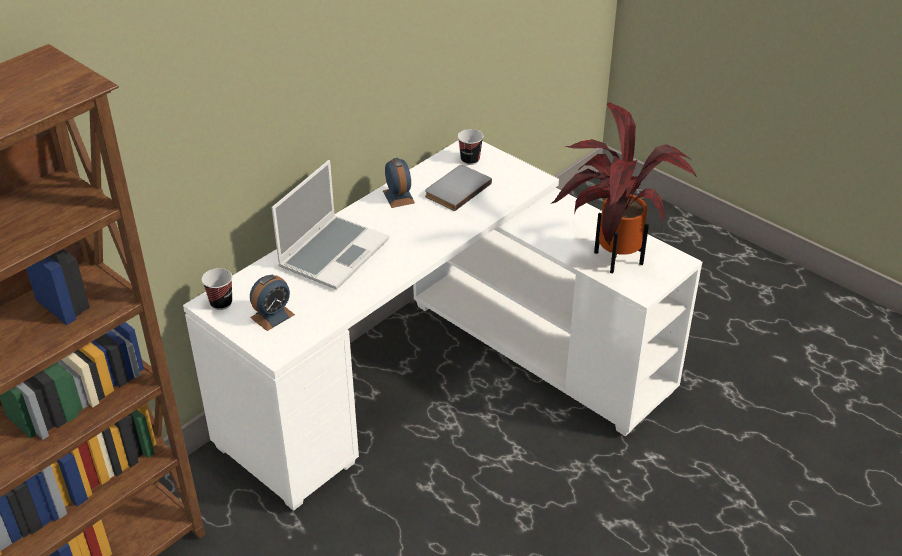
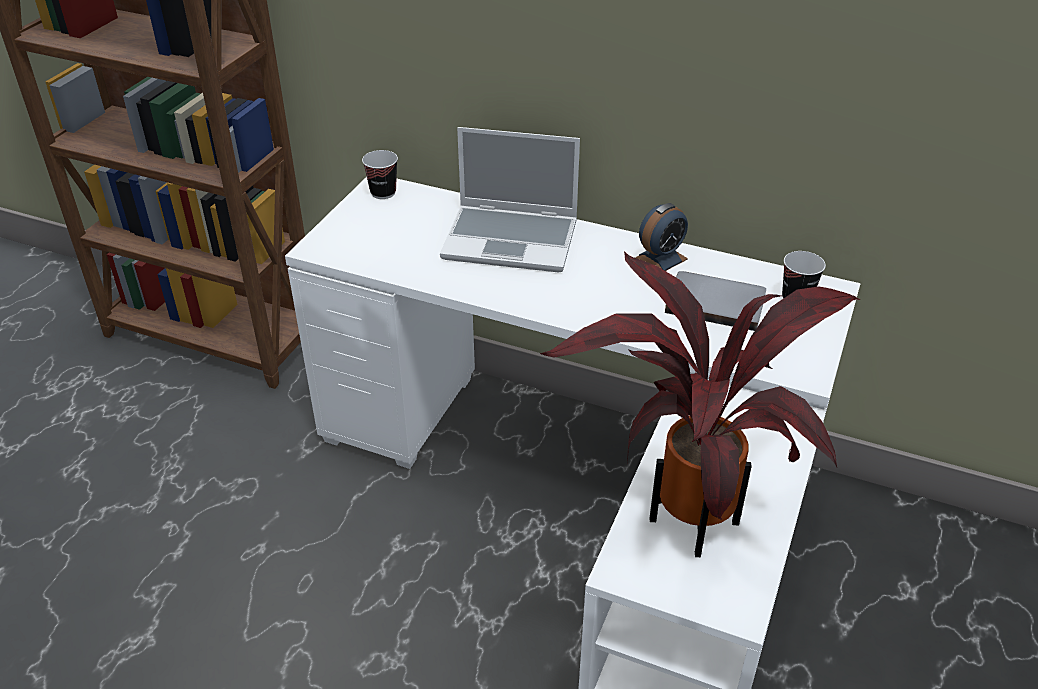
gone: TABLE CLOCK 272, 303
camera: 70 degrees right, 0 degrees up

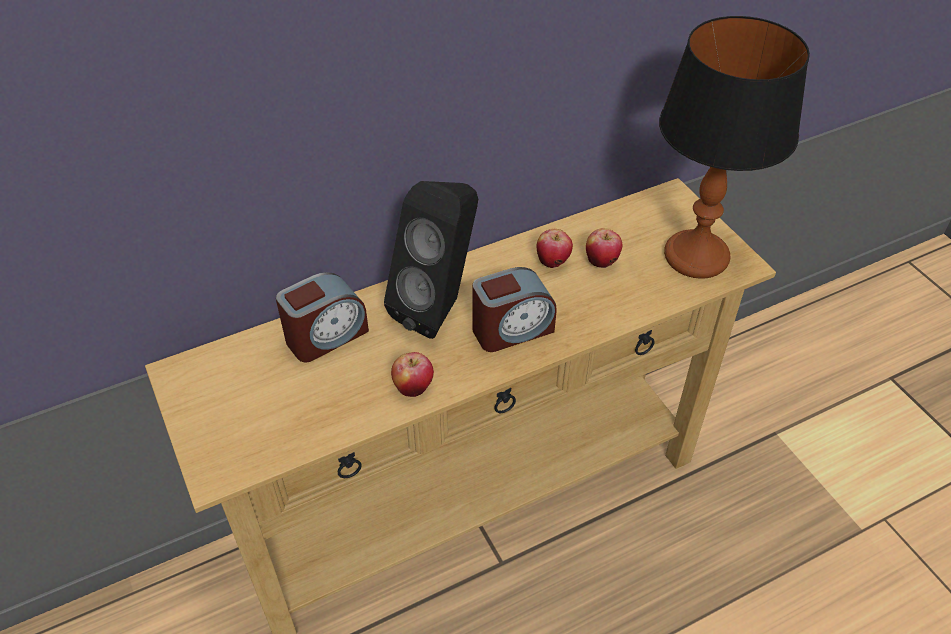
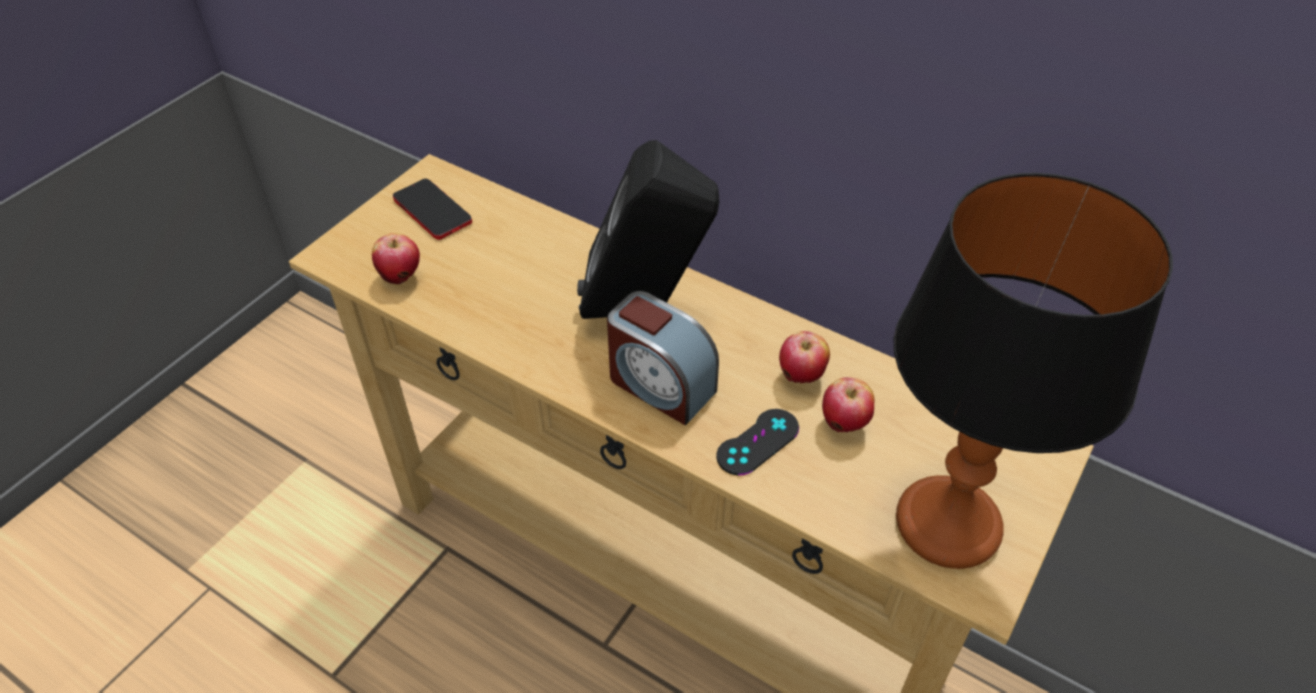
gone: TABLE CLOCK 322, 317
new: HANDSET 432, 209; BLACKISH JOYPAD 757, 442
shifted: APPLE 412, 374 to 396, 258
camera: 60 degrees right, 0 degrees up

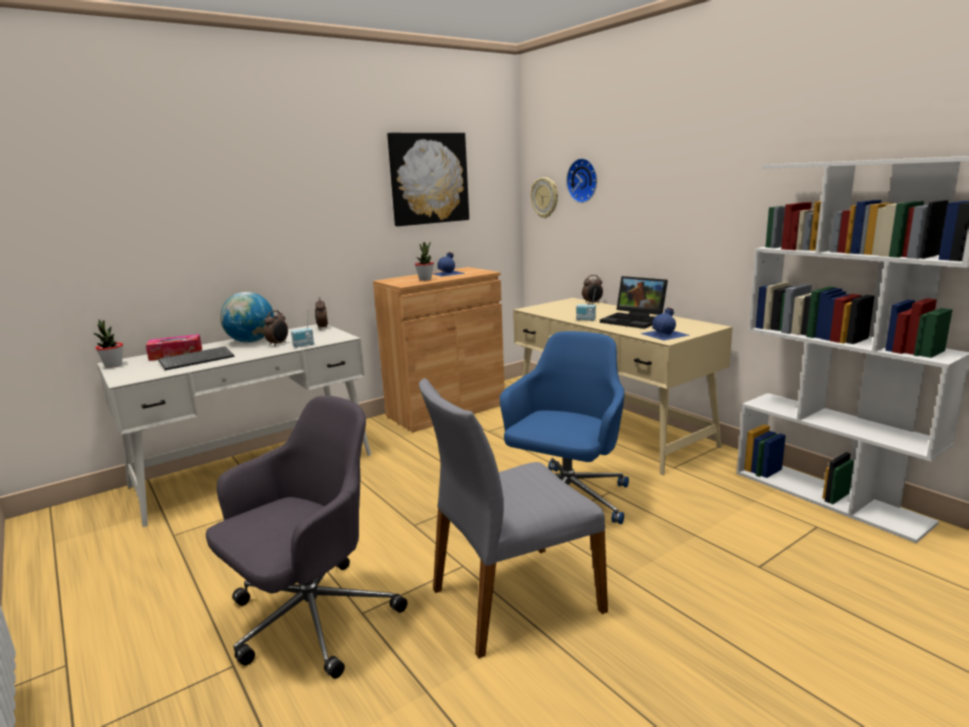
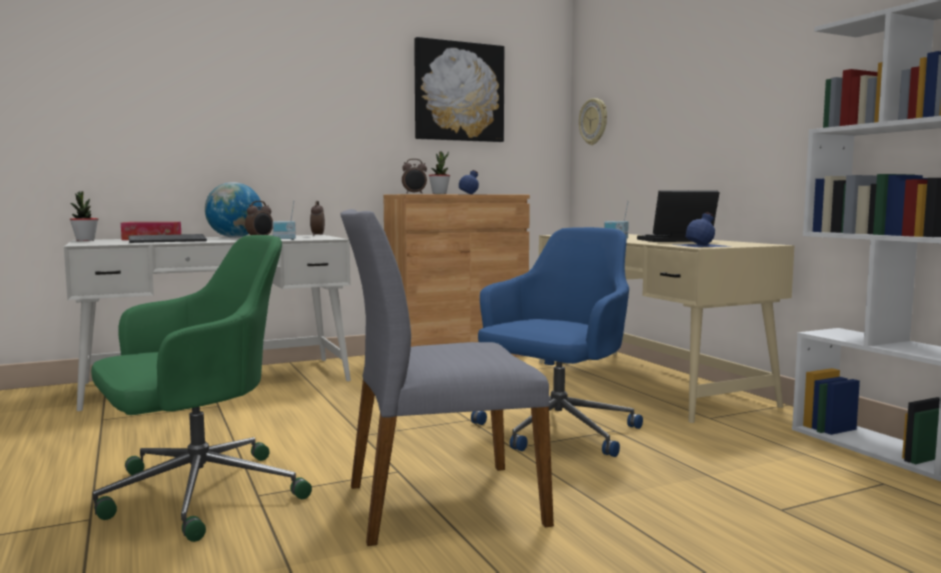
gone: CLOCK ON THE WALL 581, 180
shifted: TABLE CLOCK 592, 289 to 414, 176
repainted: GREYISH DESK CHAIR 307, 537 to GREEN DESK CHAIR 201, 388
rotated: NOTEBOOK COMPUTER 634, 302 = 678, 216 120 degrees clockwise
camera: 10 degrees right, 10 degrees down

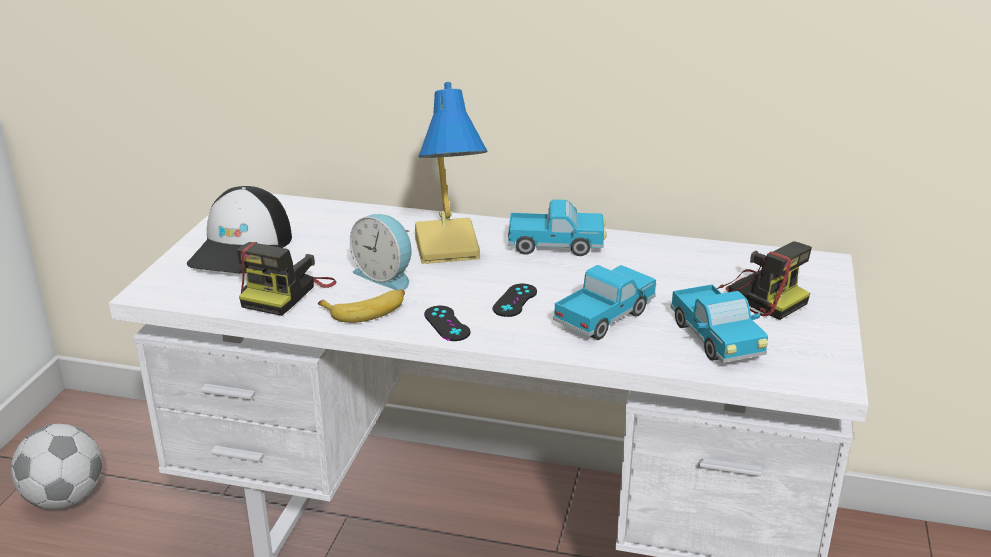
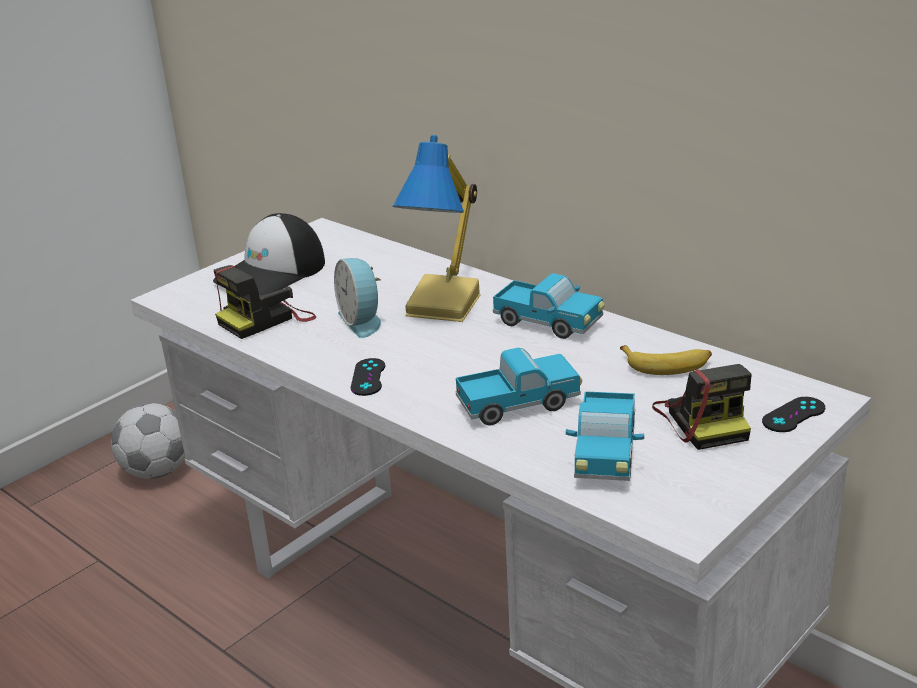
shifted: WHOLE BANANA 361, 306 to 666, 360; BLACKISH JOYPAD 515, 300 to 793, 414
camera: 30 degrees right, 0 degrees up

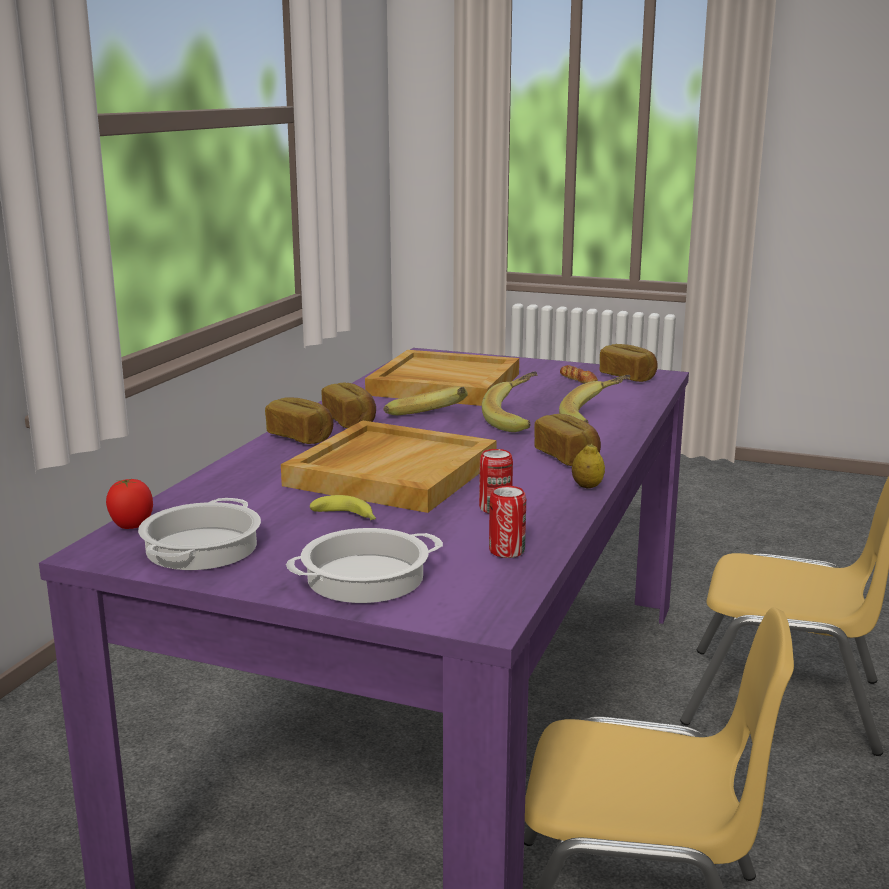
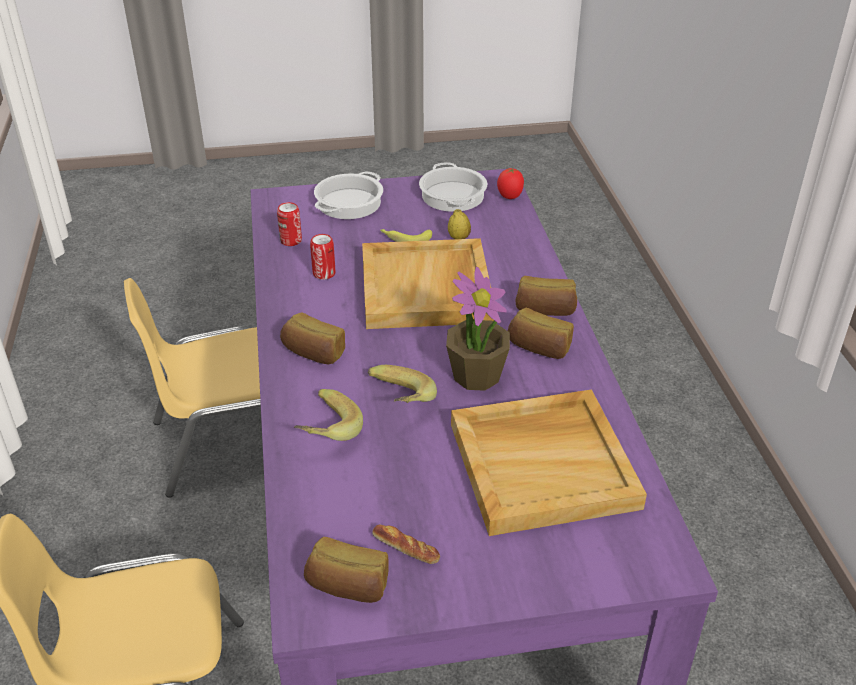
shifted: CITRUS FRUIT 588, 466 to 459, 224
swapped: WHOLE BANANA 425, 400 to HOUSEPLANT 478, 329
camera: 150 degrees right, 20 degrees up

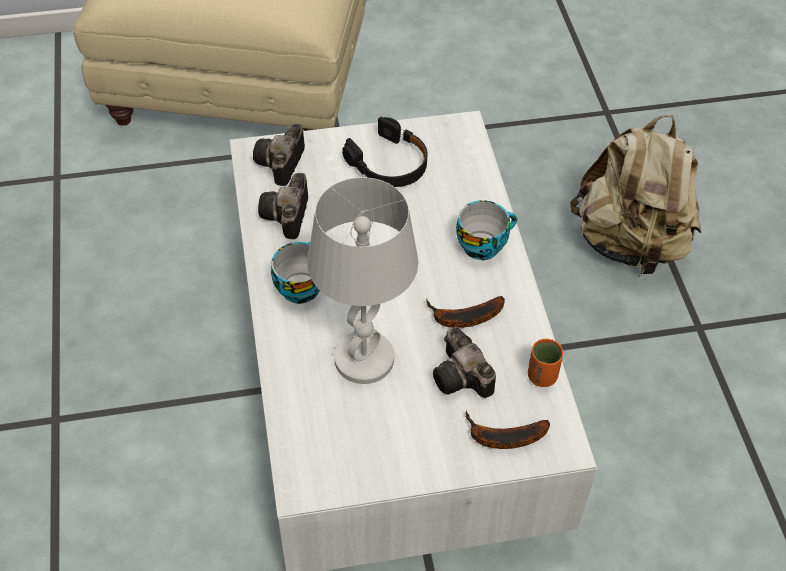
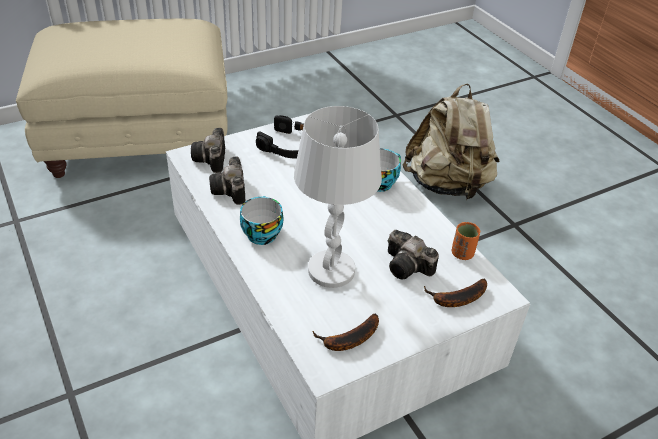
shifted: WHOLE BANANA 465, 312 to 346, 332
camera: 20 degrees left, 10 degrees down

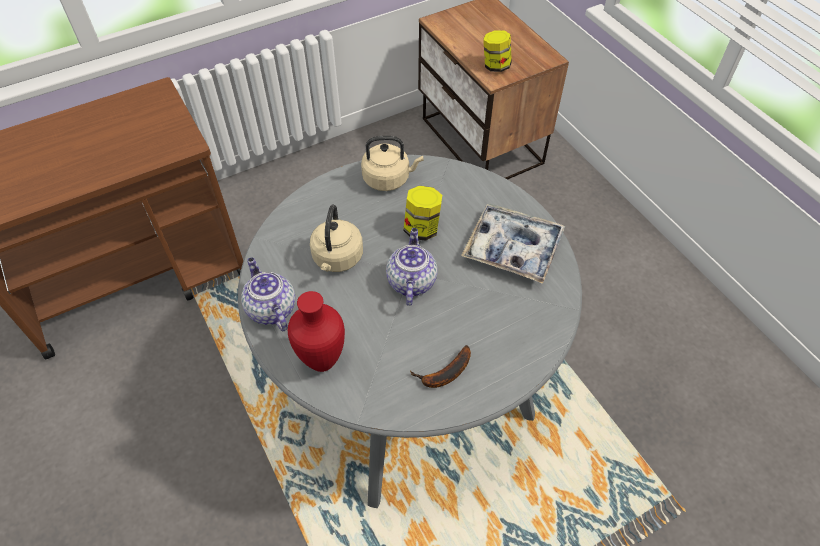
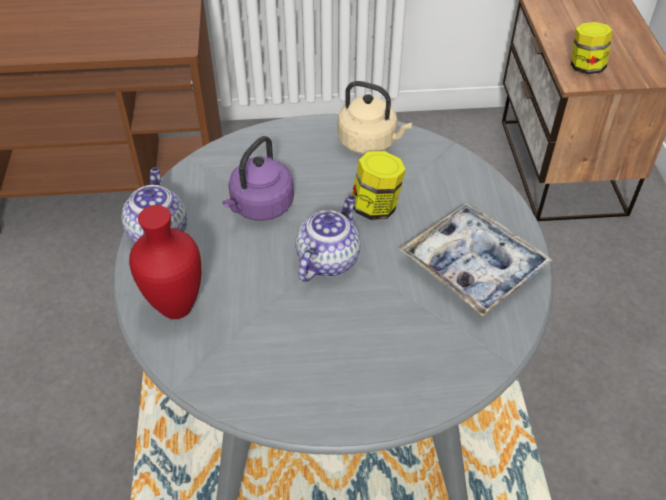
gone: WHOLE BANANA 440, 366
repainted: BEIGE TEA KETTLE 336, 238 to PURPLE-COLOURED TEA KETTLE 258, 178
camera: 25 degrees right, 5 degrees down

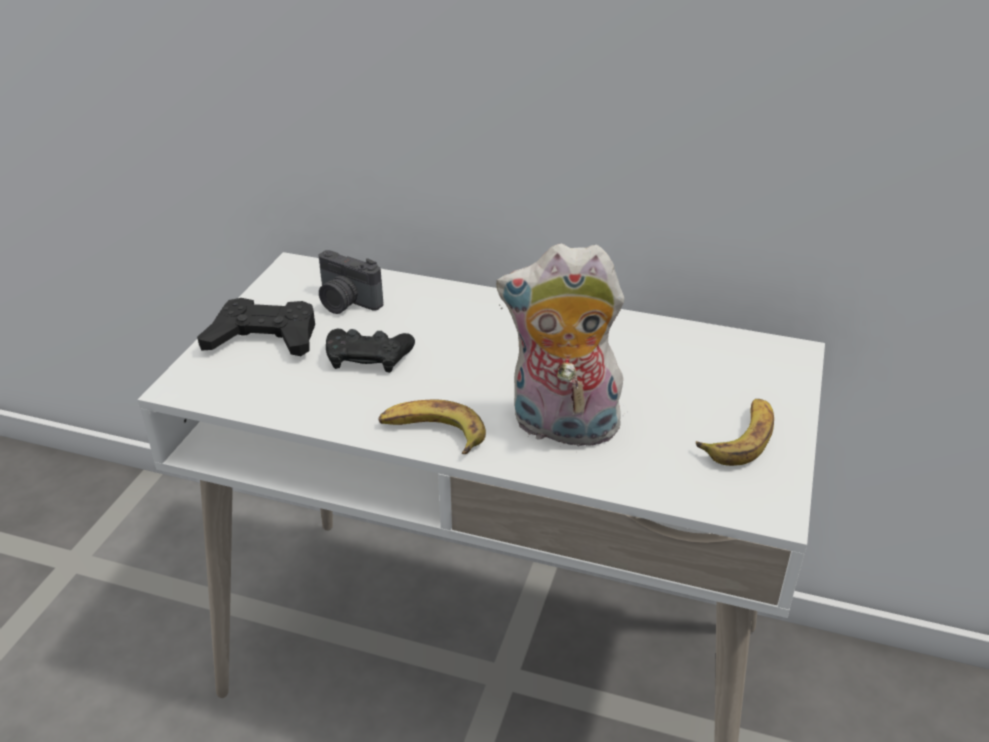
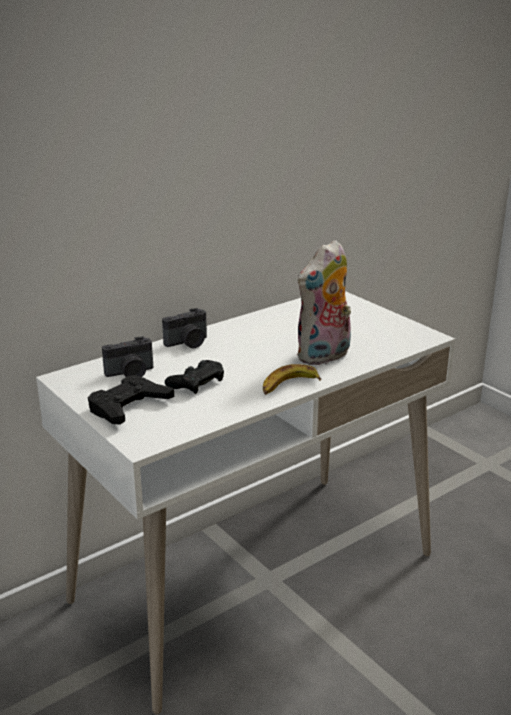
gone: WHOLE BANANA 735, 432
new: PHOTO CAMERA 184, 328
camera: 55 degrees left, 10 degrees down

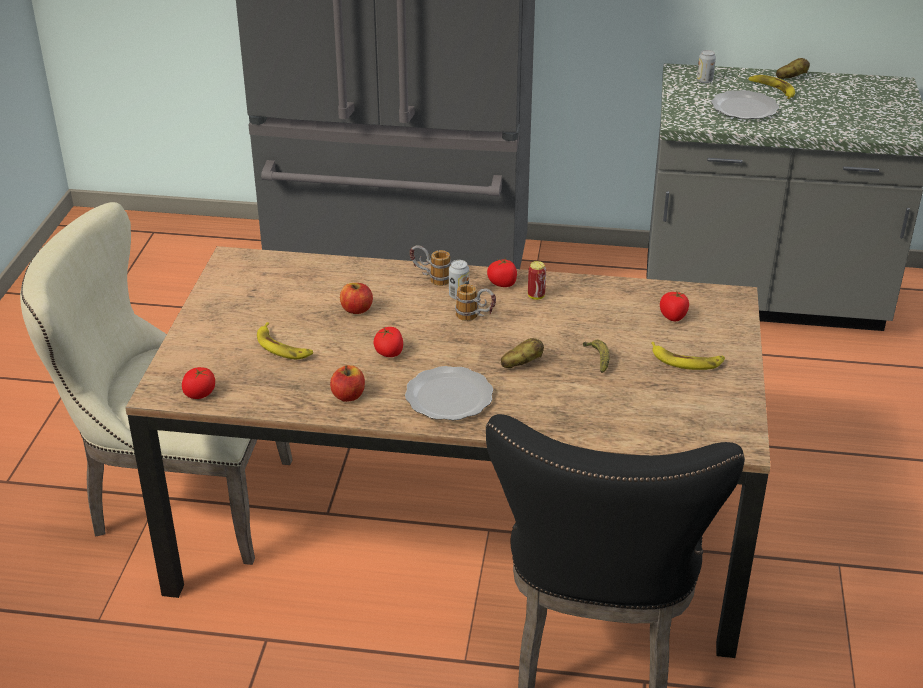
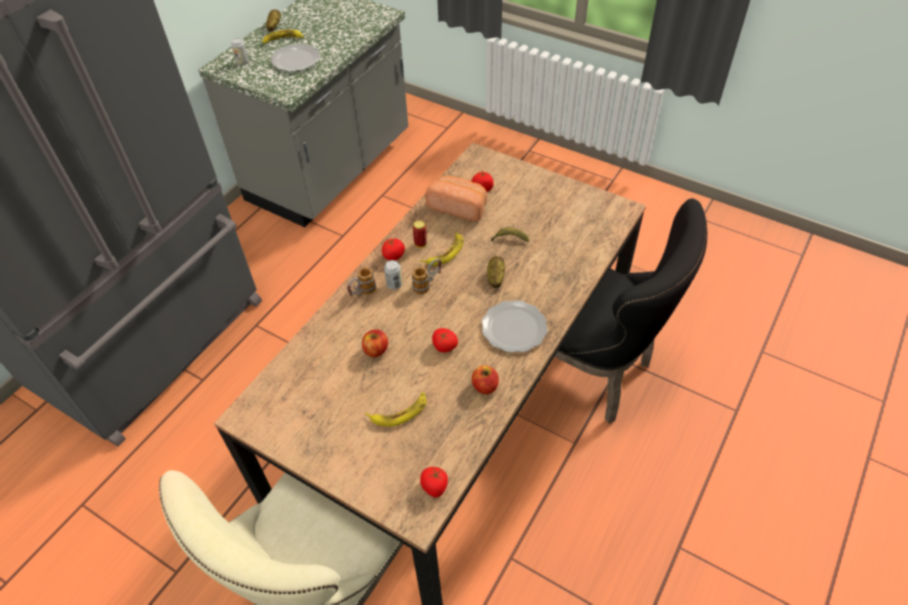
new: BAKERY BREAD 456, 198
shifted: WHOLE BANANA 688, 356 to 442, 249
camera: 65 degrees left, 15 degrees up

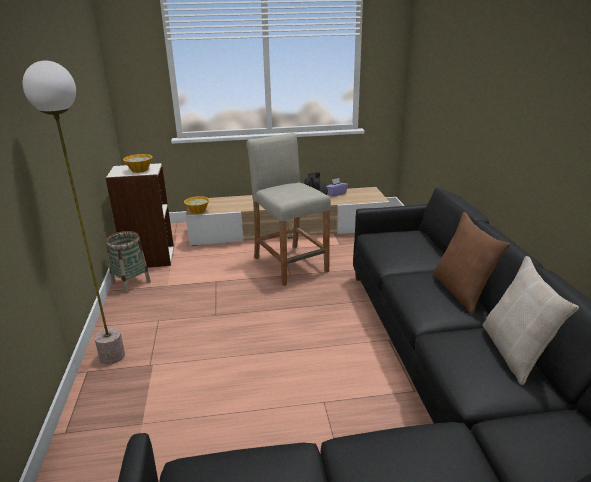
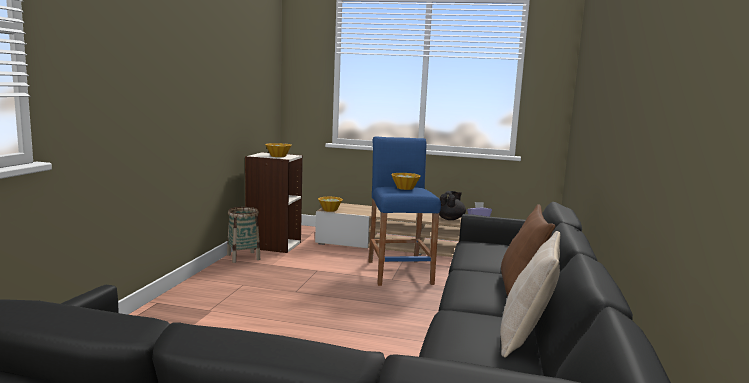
gone: STANDARD LAMP 74, 212
new: DEEP DISH 406, 181
repainted: BEIGE STOOL SEAT 288, 209 to BLUE-COLOURED STOOL SEAT 404, 211
camera: 20 degrees right, 15 degrees down

